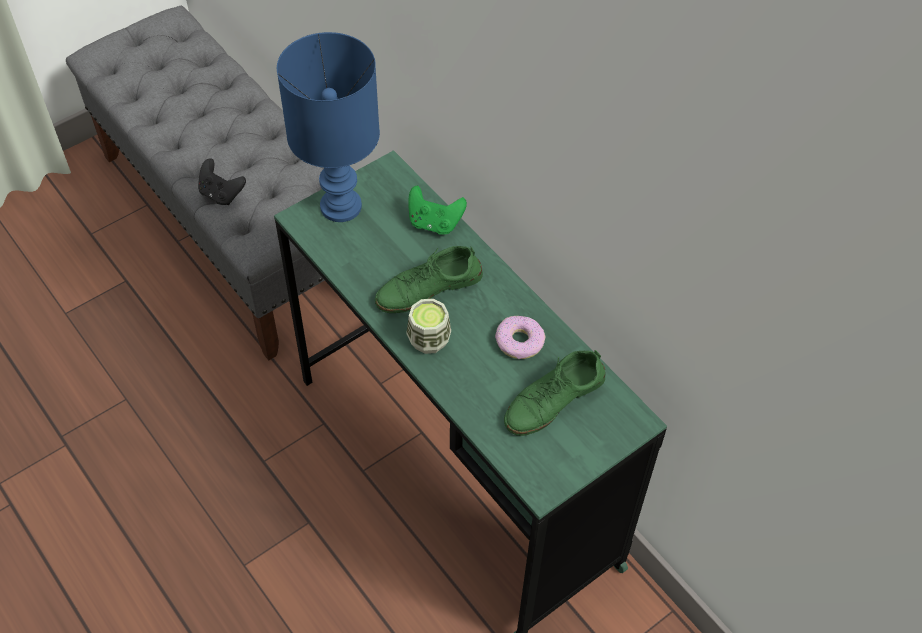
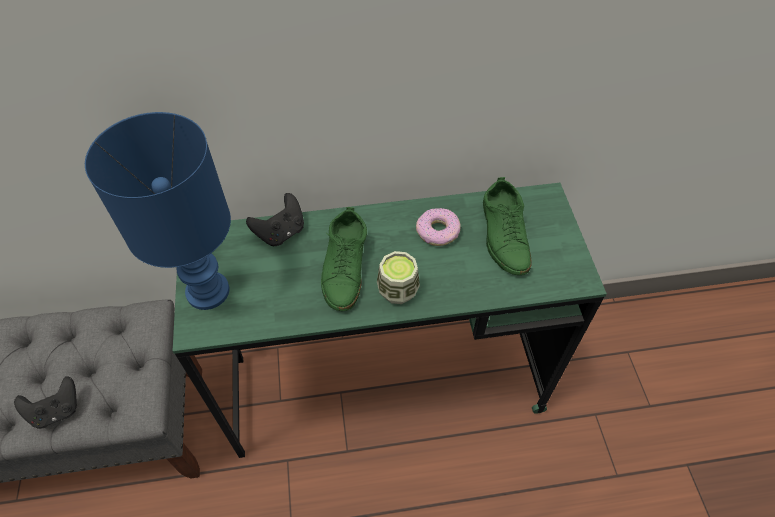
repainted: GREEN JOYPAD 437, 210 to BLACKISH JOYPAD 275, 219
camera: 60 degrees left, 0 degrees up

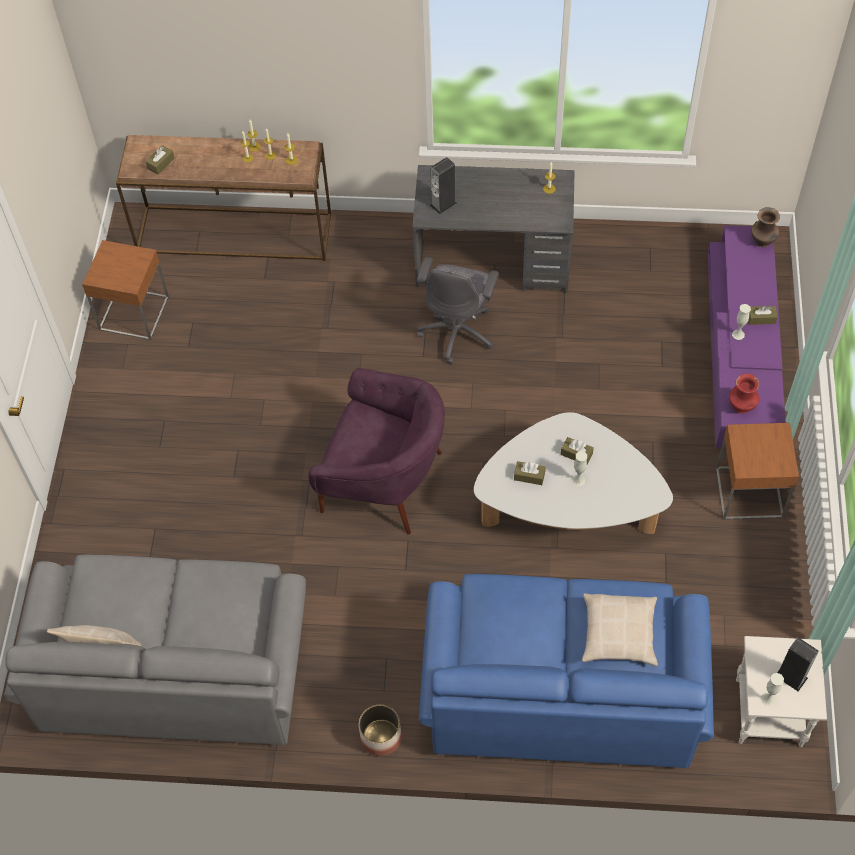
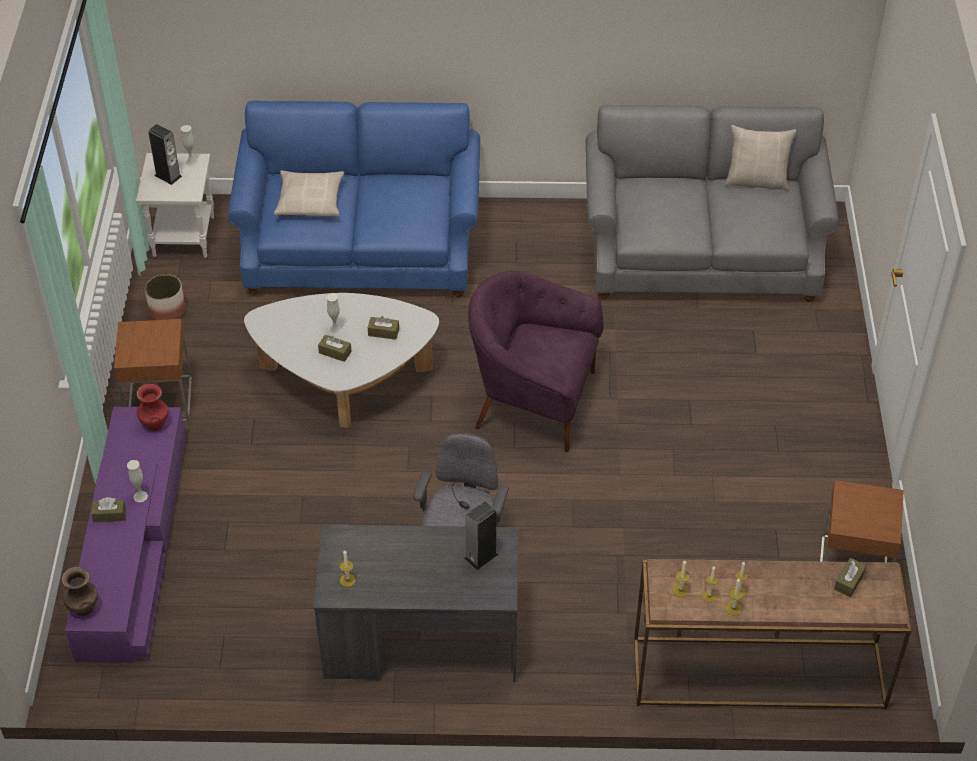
shifted: FLOWER POT 380, 730 to 165, 297
camera: 175 degrees right, 10 degrees down

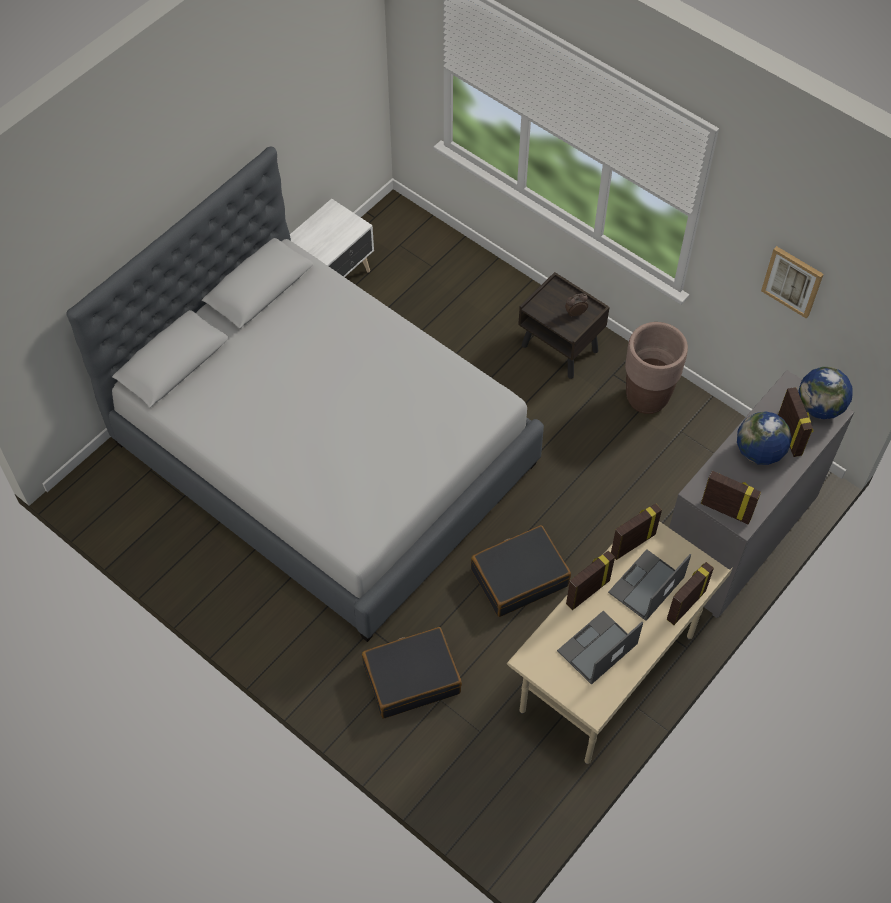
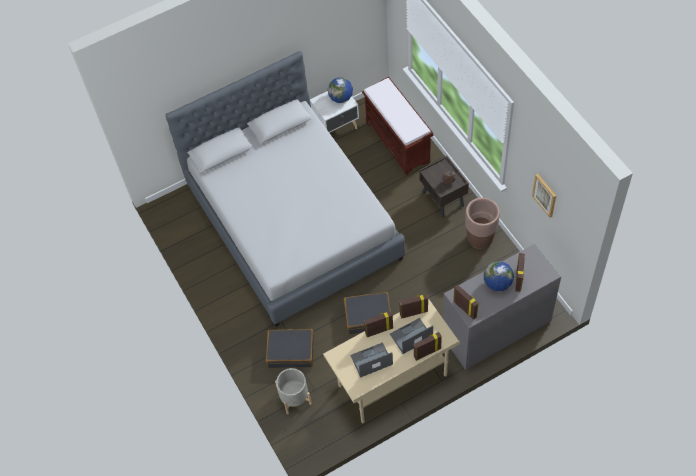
new: GREYISH FLOWER POT 293, 391; BROWNISH LONG SEAT 397, 126
shifted: WORLD GLOBE 825, 393 to 340, 90
camera: 25 degrees right, 0 degrees up

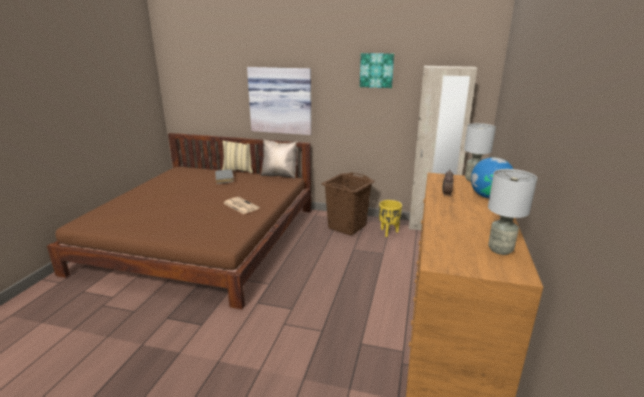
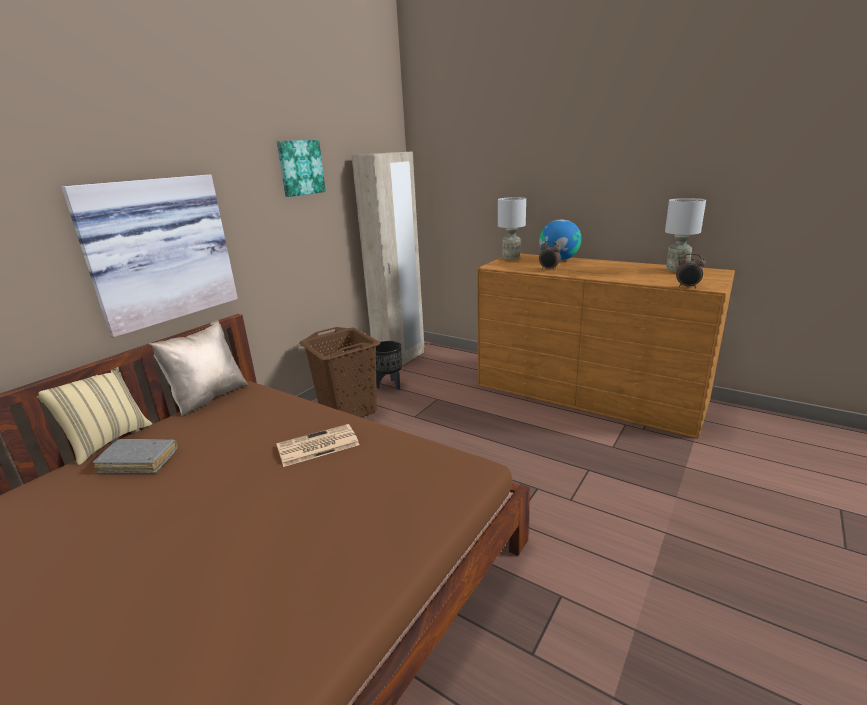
new: TABLE CLOCK 691, 270
repainted: YELLOW FLOWER POT 390, 218 to BLACKISH FLOWER POT 389, 365
camera: 70 degrees left, 0 degrees up

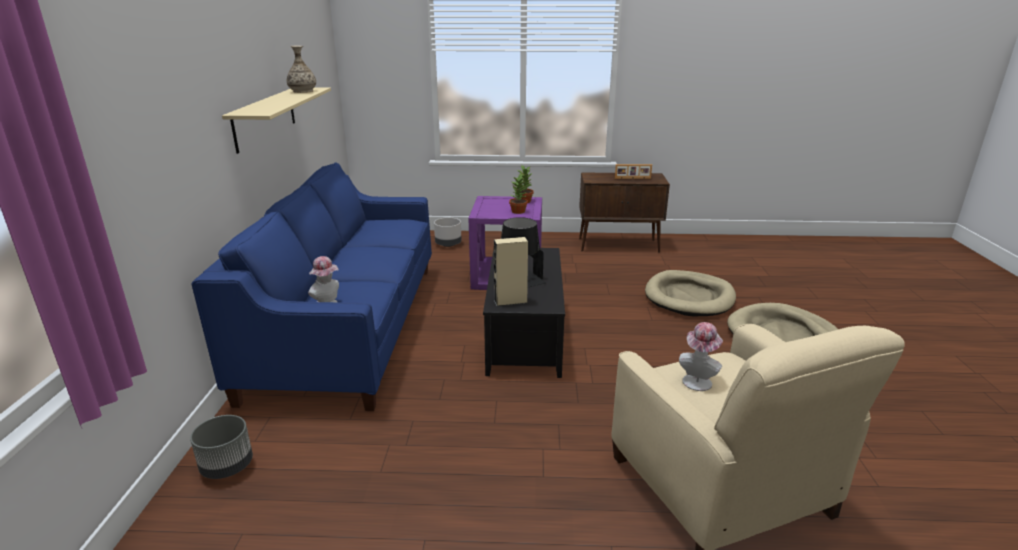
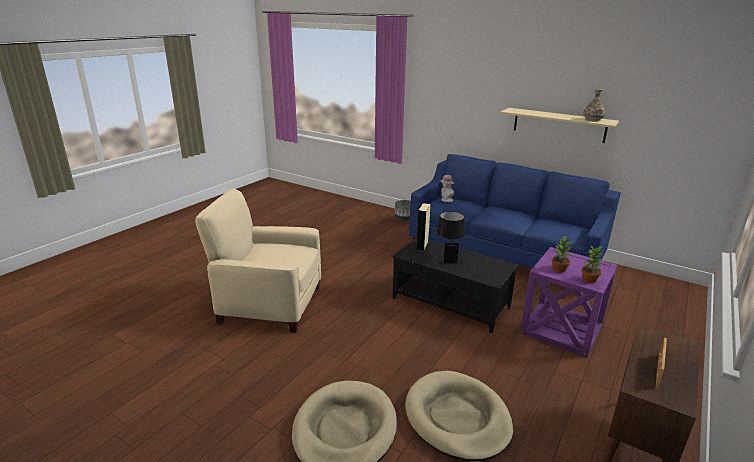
gone: GREYISH FLOWER POT 448, 232; WEARABLE HAT 701, 356
camera: 120 degrees right, 0 degrees up

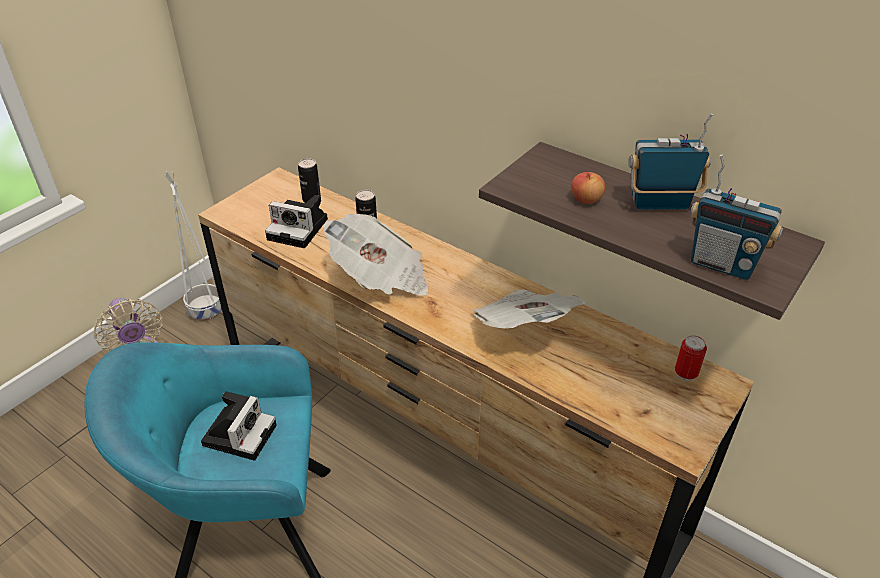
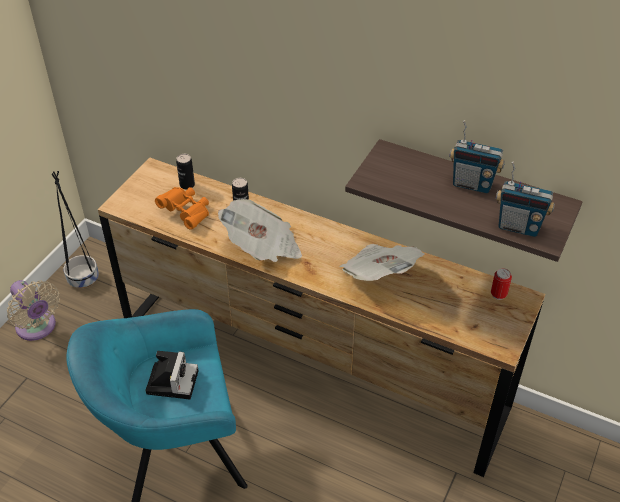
gone: APPLE 588, 188
swapped: PHOTO CAMERA 296, 221 to ORANGEY BINOCULARS 182, 208
repainted: WHITE-COLOURED FLOWER POT 193, 246 to BLACKISH FLOWER POT 75, 229
rotated: RADIO 670, 161 = 477, 156 150 degrees counterclockwise
camera: 10 degrees left, 5 degrees up

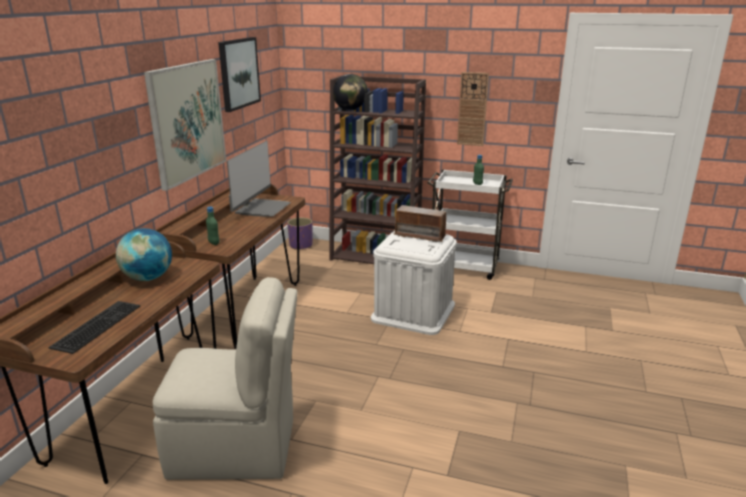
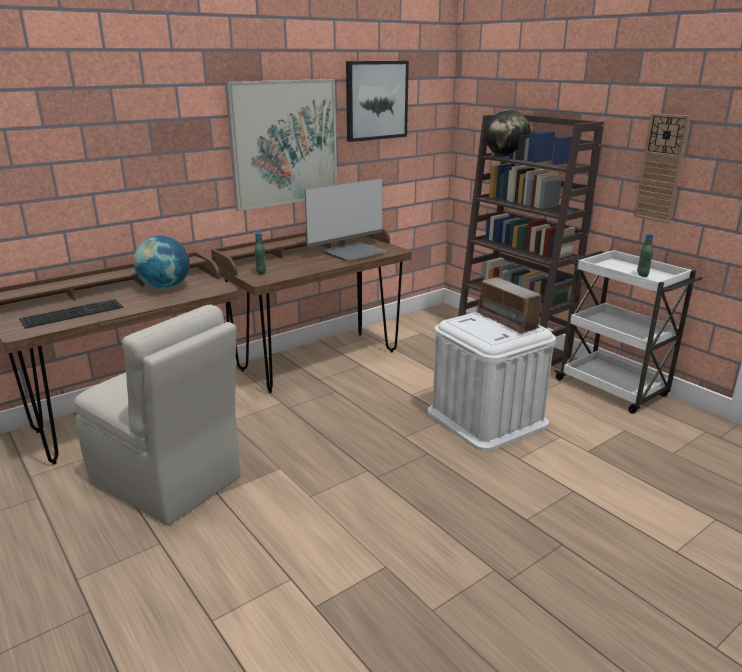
gone: PURPLE-COLOURED FLOWER POT 300, 233
camera: 35 degrees right, 0 degrees up

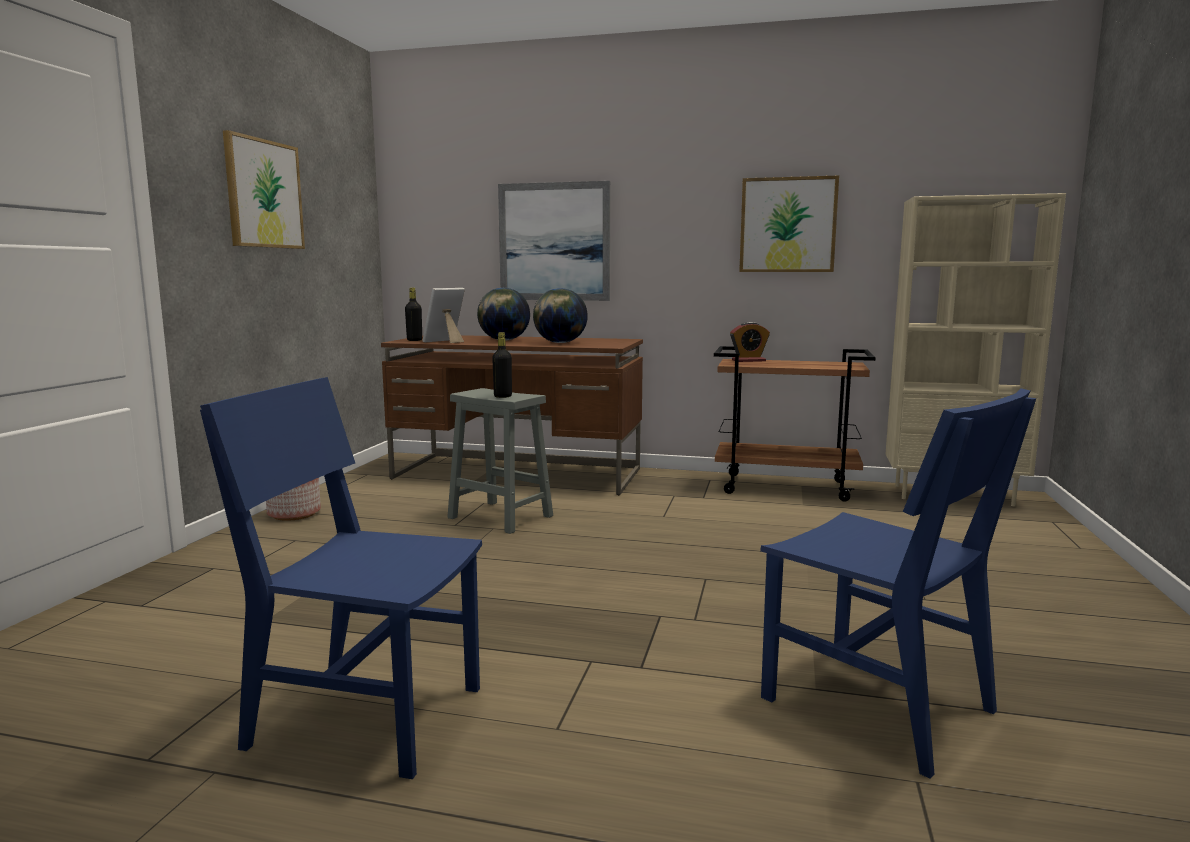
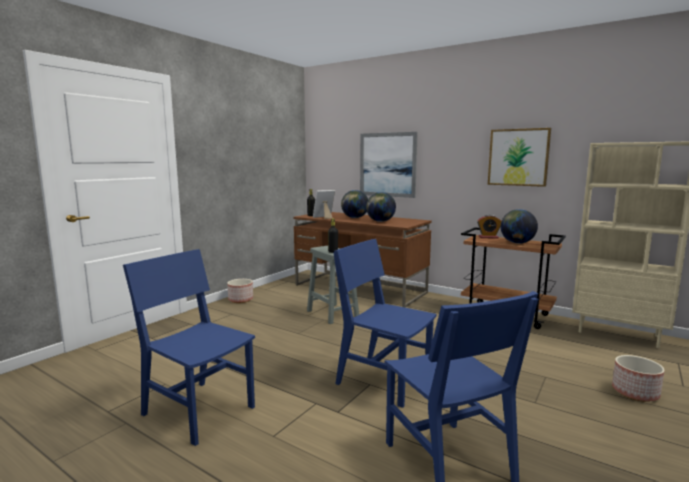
gone: PICTURE 264, 189
new: BLUE-COLOURED UPRIGHT CHAIR 385, 323; WORLD GLOBE 519, 226; FLOWER POT 638, 378
camera: 20 degrees right, 0 degrees up

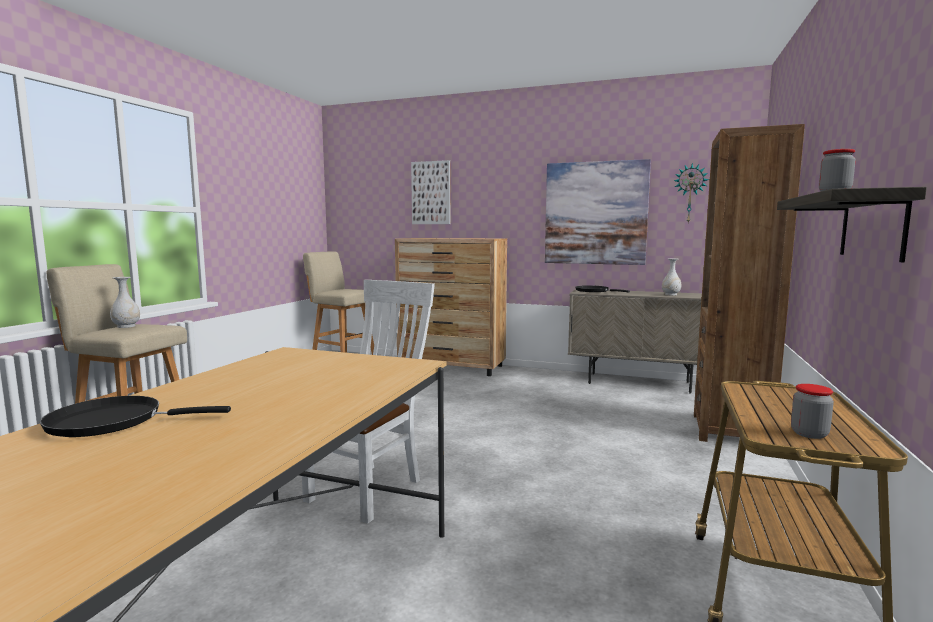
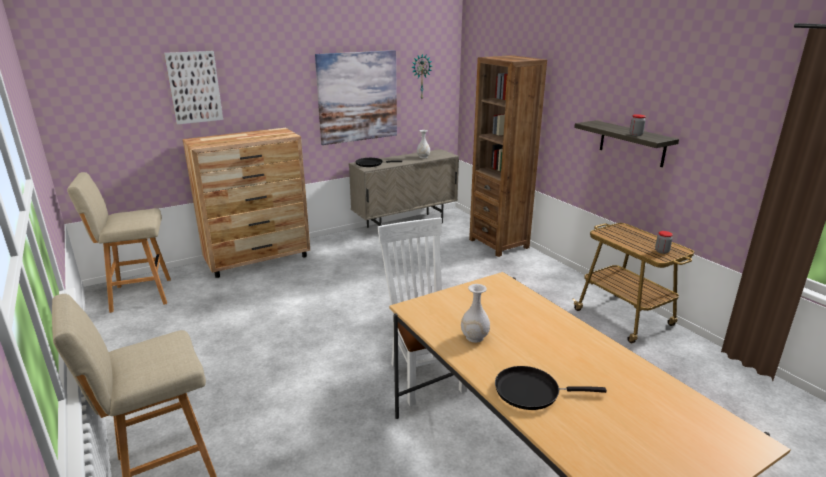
shifted: WHITE-COLOURED FLOWER VASE 125, 302 to 475, 313
rotated: BLACKISH SKILLET 135, 416 = 551, 388 60 degrees clockwise
camera: 50 degrees left, 15 degrees up

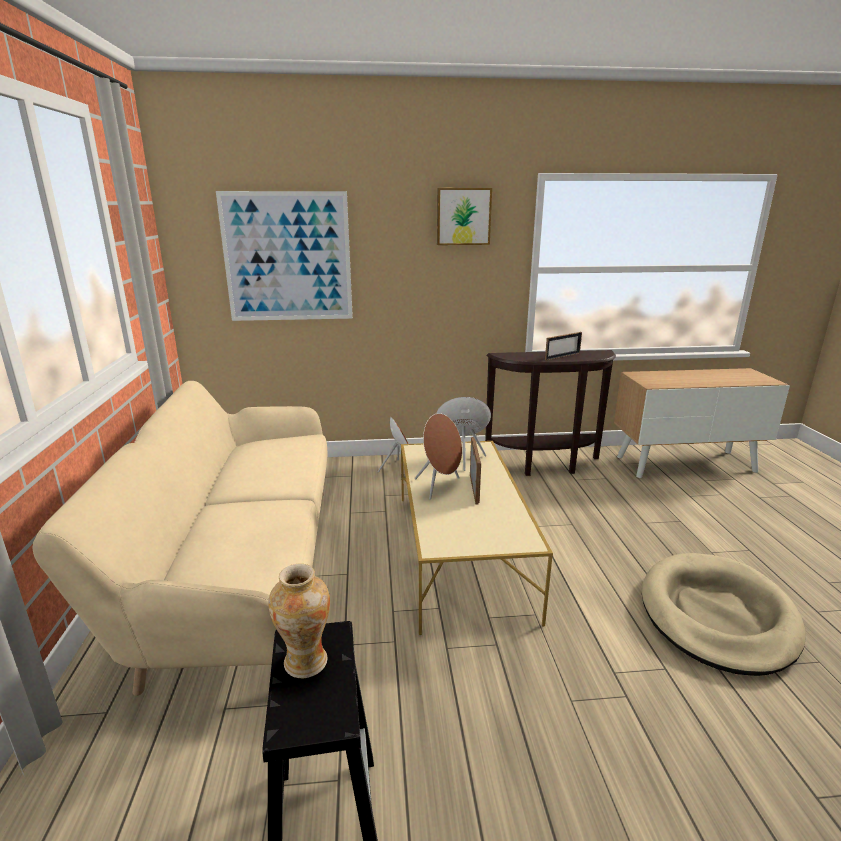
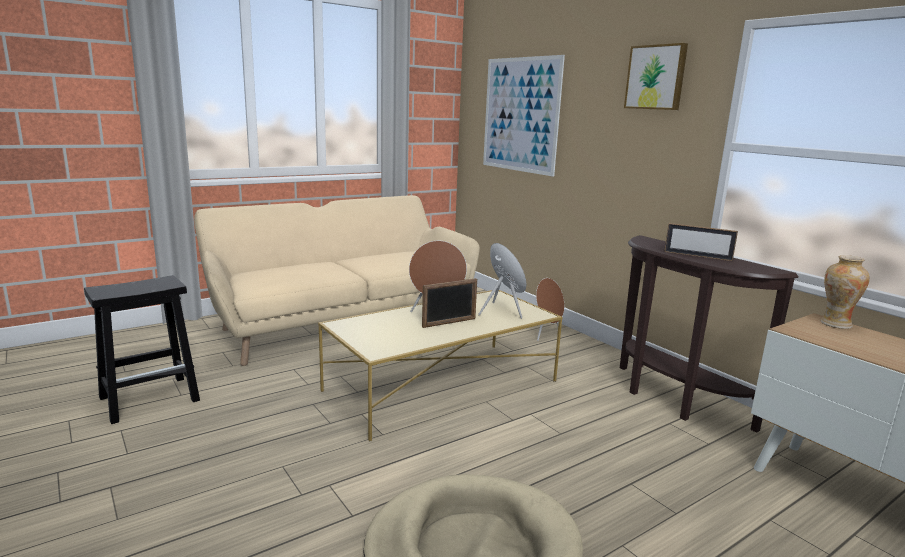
shifted: FLOWER VASE 299, 621 to 845, 292
camera: 60 degrees right, 5 degrees down

